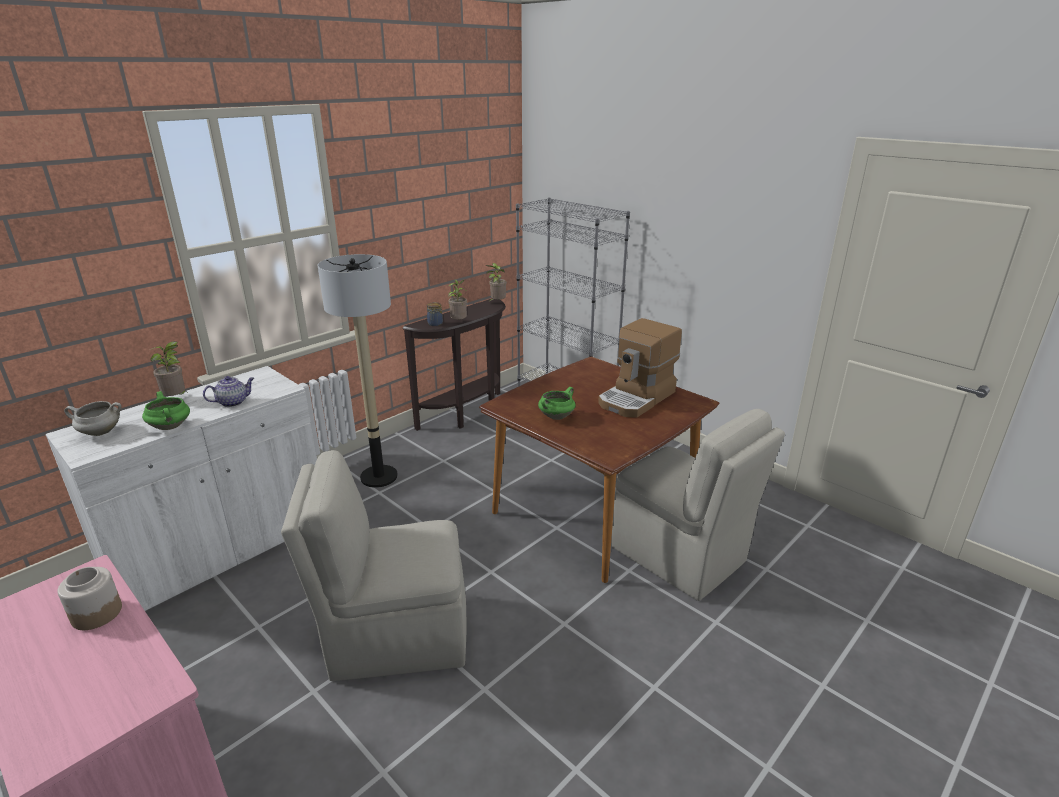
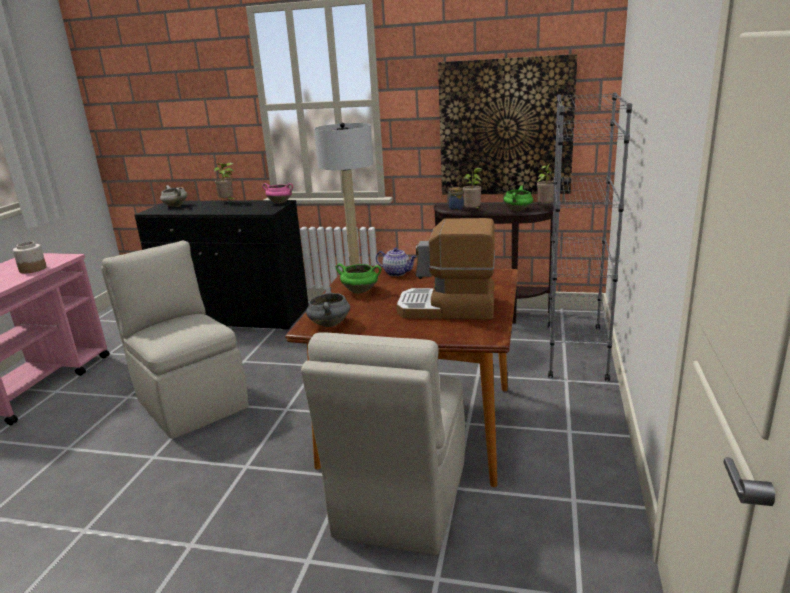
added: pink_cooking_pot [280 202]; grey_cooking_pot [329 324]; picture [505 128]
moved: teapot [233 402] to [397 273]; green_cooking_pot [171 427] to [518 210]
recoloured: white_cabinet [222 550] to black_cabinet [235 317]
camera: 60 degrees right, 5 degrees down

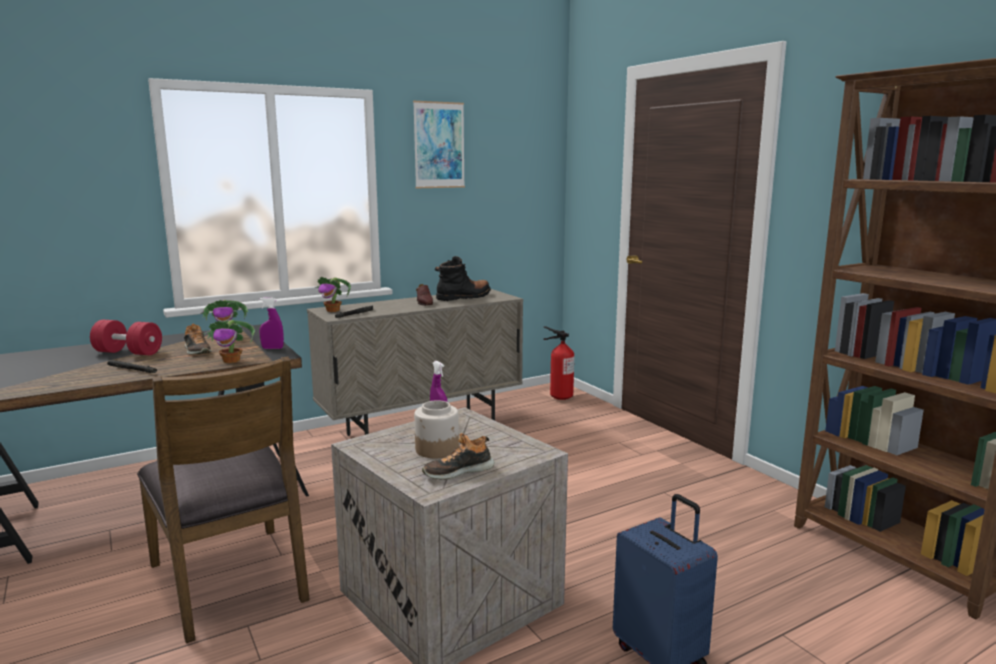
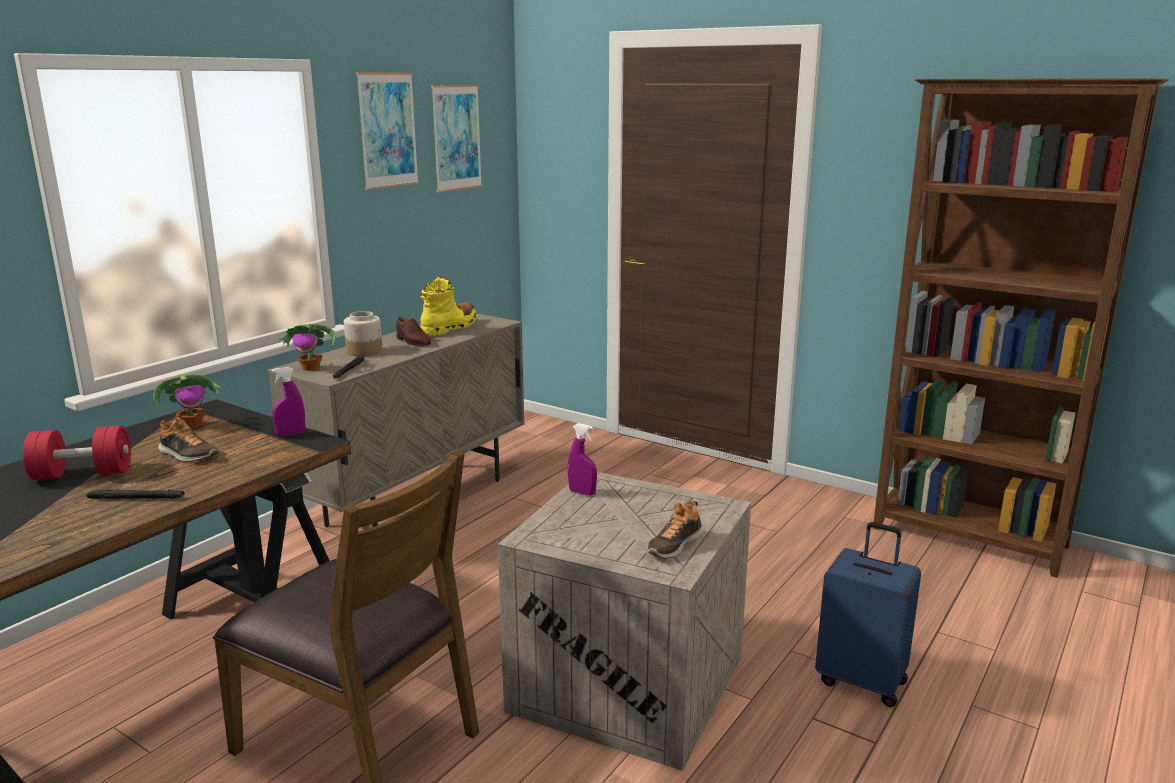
removed: potted_plant [232 361]; fire_extinguisher [560 397]
added: picture [456 138]
moved: jar [437 449] to [365 351]
recoloured: black_boot [464 297] to yellow_boot [450 327]
camera: 25 degrees left, 5 degrees up

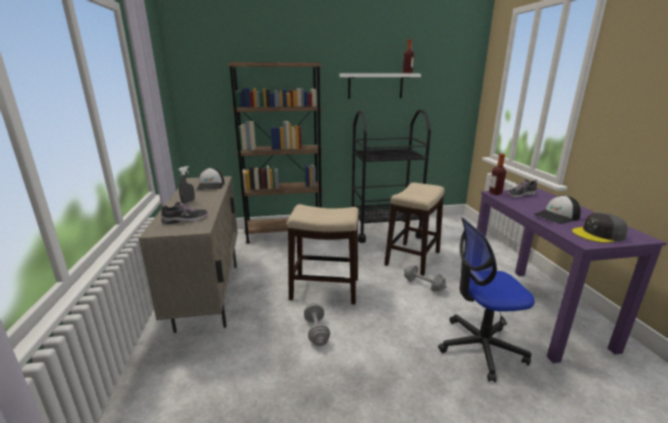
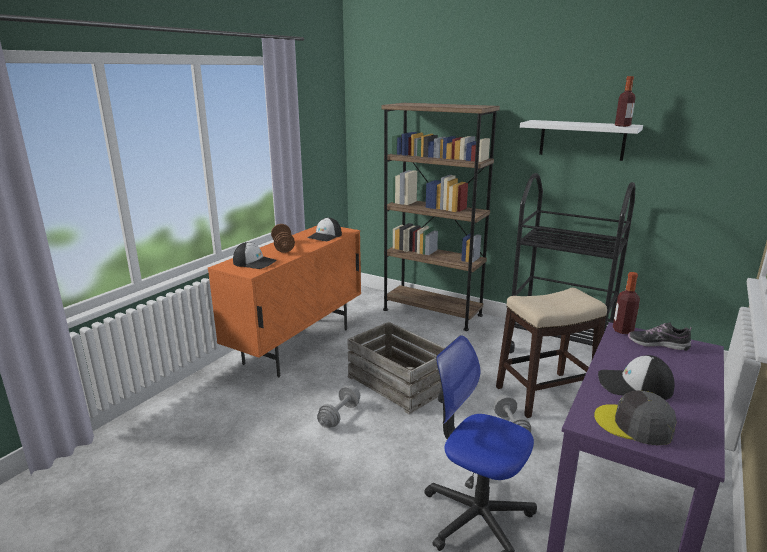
replaced: shoe [185 220] to cap [255 262]; grey_spray_bottle [188 201] to brown_dumbbell [283 247]; stool [325 289] to crate [398 383]
recoloured: beige_cabinet [209 295] to orange_cabinet [298 346]
camera: 40 degrees right, 0 degrees up

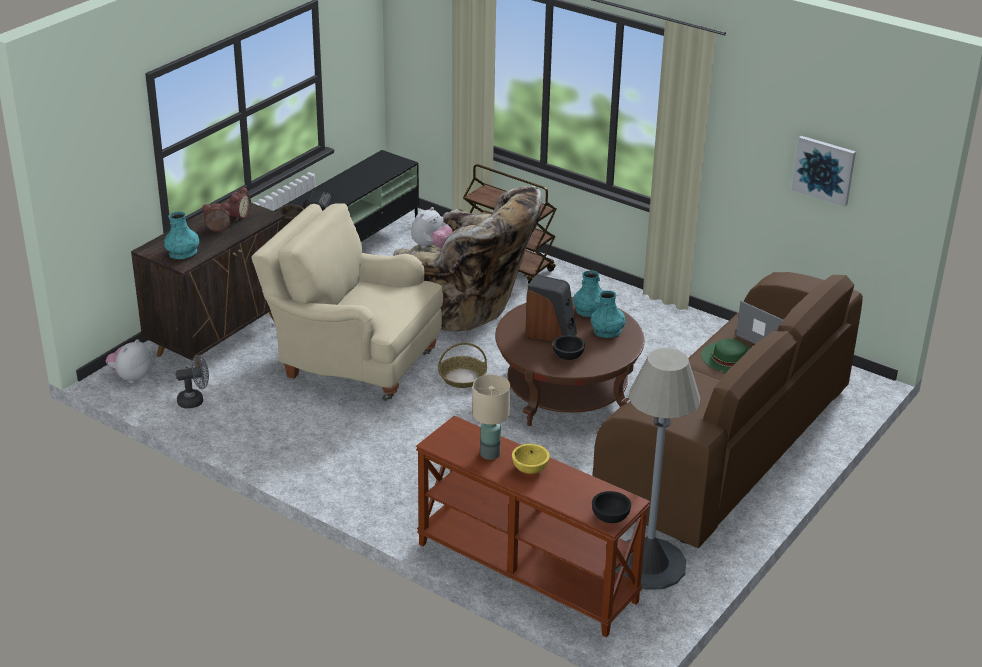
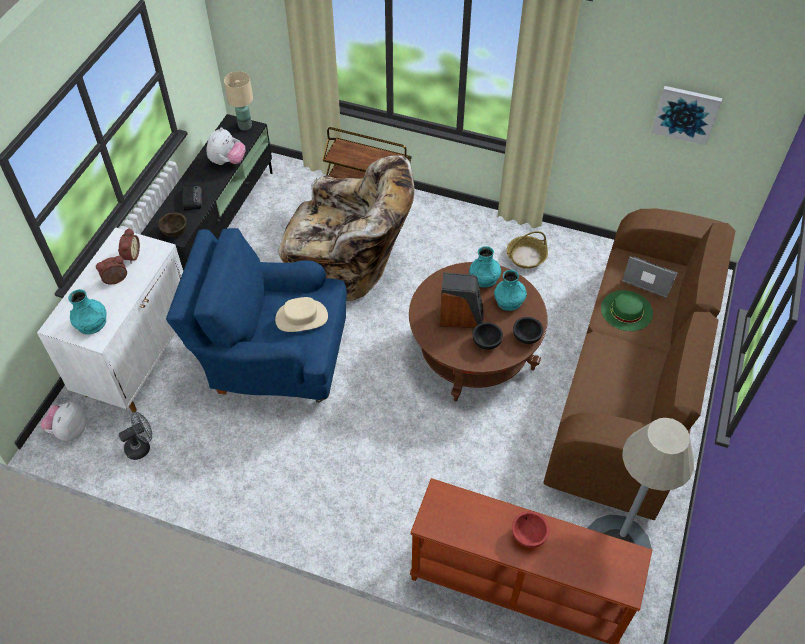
added: beige_hat [301 318]
moved: plush_toy [431 246] to [227 161]; beige_table_lamp [490 454] to [245 126]; basket [462 377] to [526 256]; black_bowl [610 517] to [526 337]
recoloured: brown_cabinet [220 338] to white_cabinet [138 359]; beige_armchair [354 363] to blue_armchair [274 361]; yellow_bowl [530 468] to red_bowl [528 535]
camera: 15 degrees left, 20 degrees up

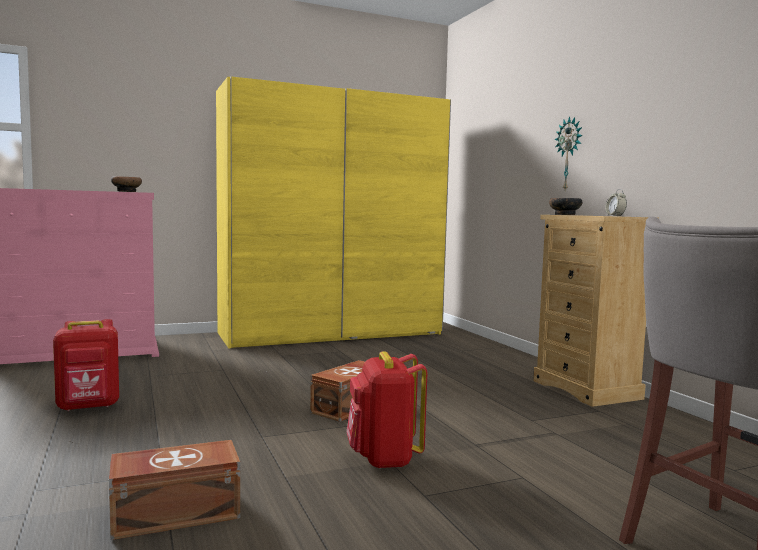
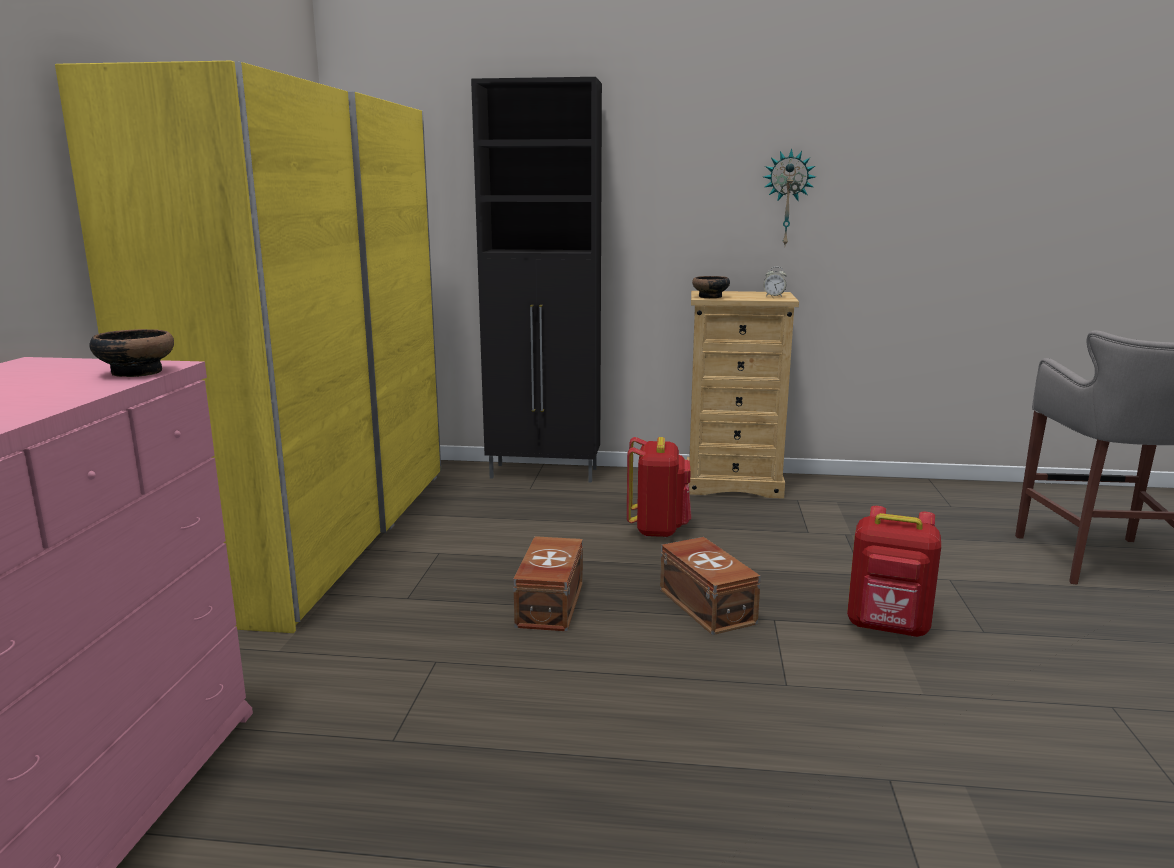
added: black_cabinet [545 473]
moved: brown_storage_box [174 513] to [548 605]; red_backpack [89 406] to [658 529]; wall_clock [569 154] to [787 198]
camera: 60 degrees left, 10 degrees up

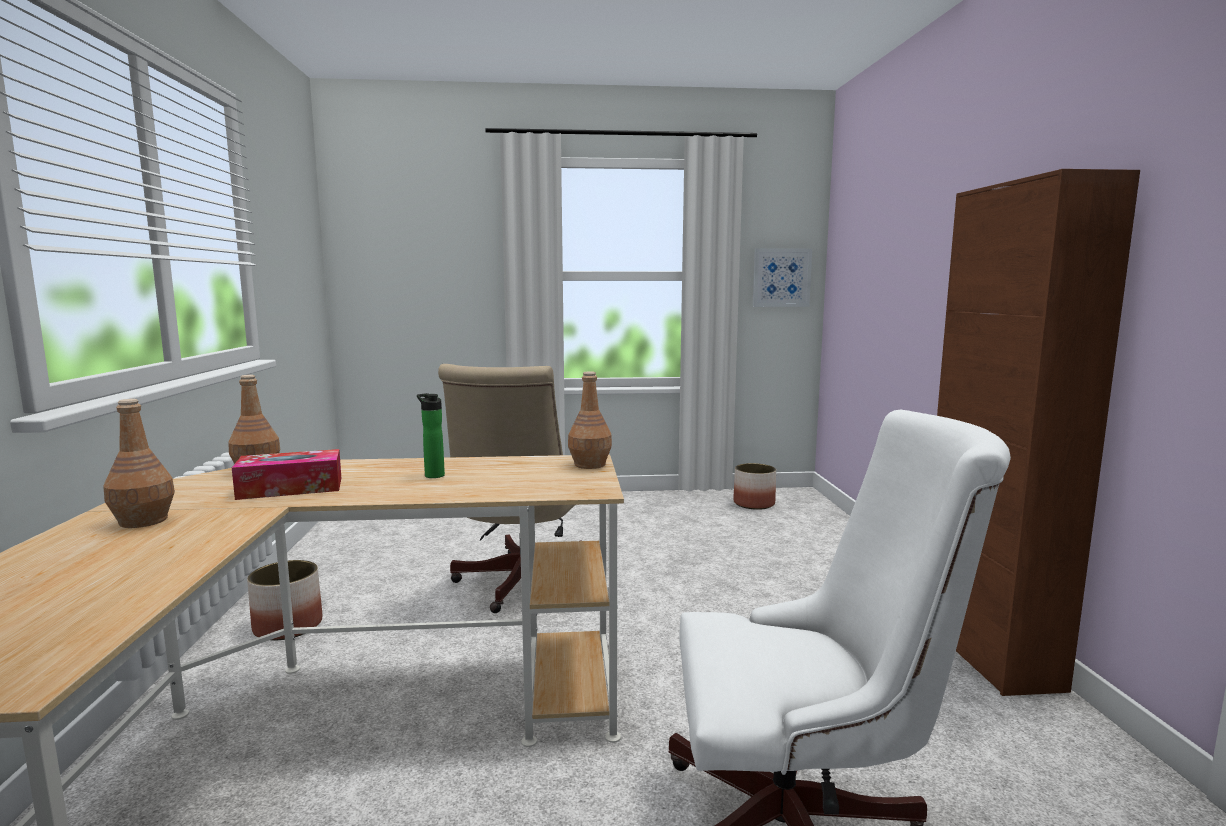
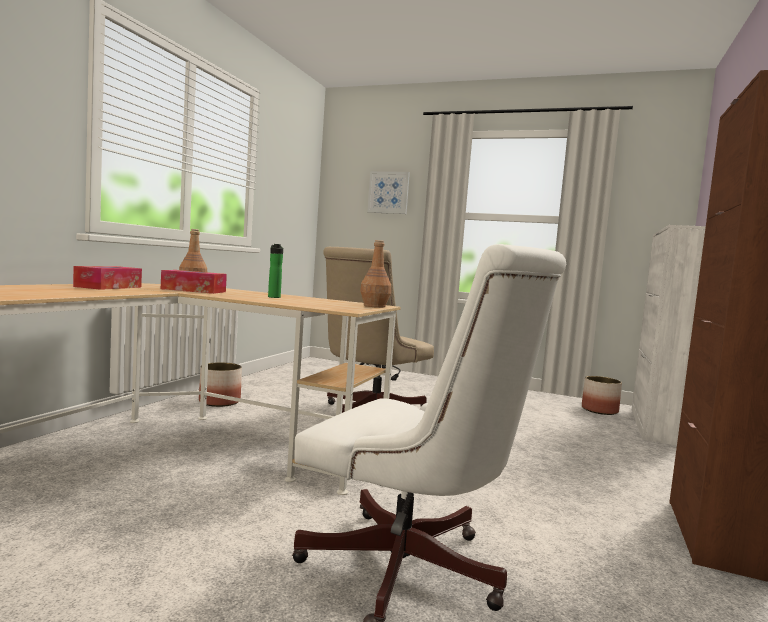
added: white_cabinet [655 426]
moved: picture [781 277] to [388 192]
replaced: brown_bottle [144 521] to tissue_box [108 287]
camera: 25 degrees right, 5 degrees down

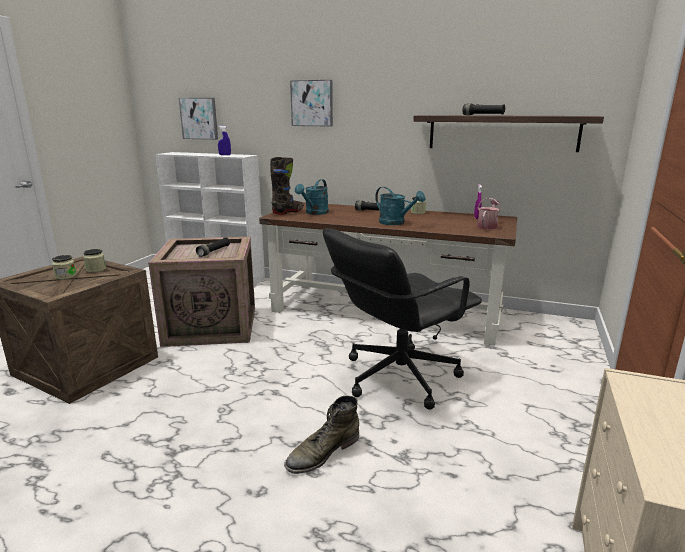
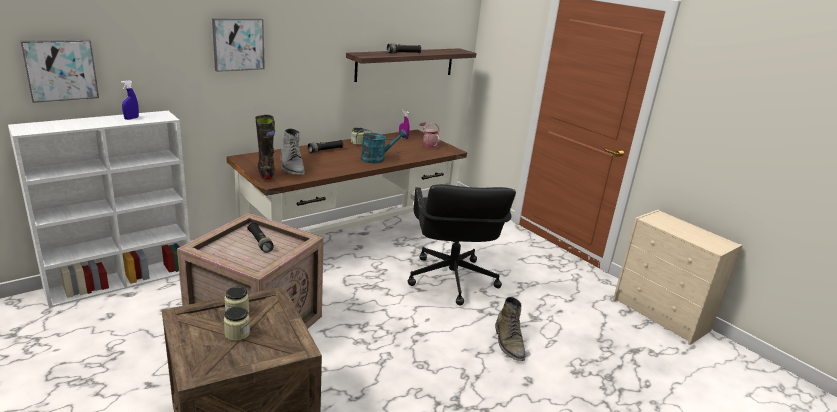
replaced: turquoise_watering_can [314 213] to grey_boot [291 167]
camera: 60 degrees left, 5 degrees up

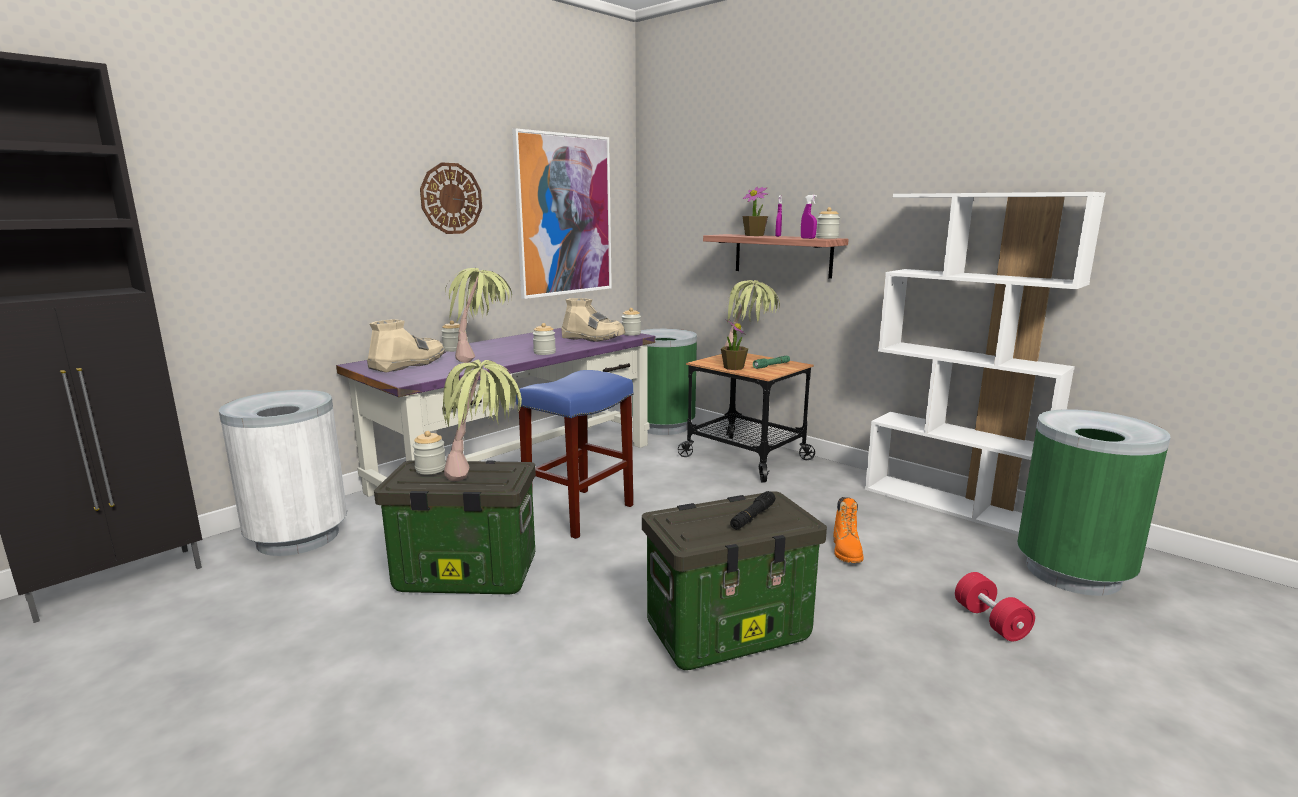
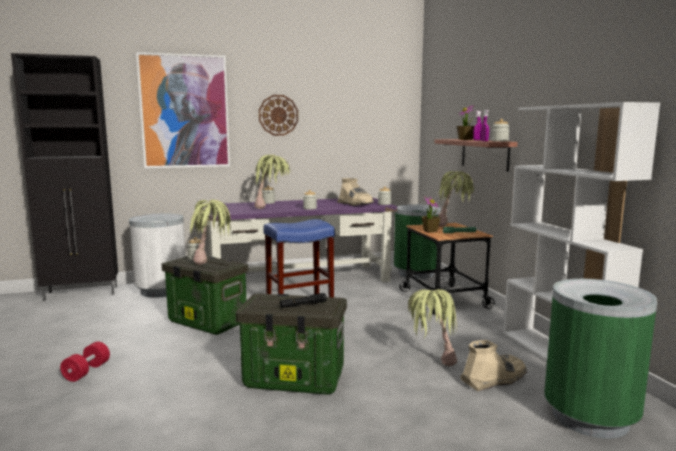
moved: red_dumbbell [990 621] to [87 371]; picture [564 215] to [185 111]; beige_boot [407 364] to [493 379]
replaced: orange_boot [846 551] to potted_plant [430 362]
camera: 30 degrees right, 5 degrees down

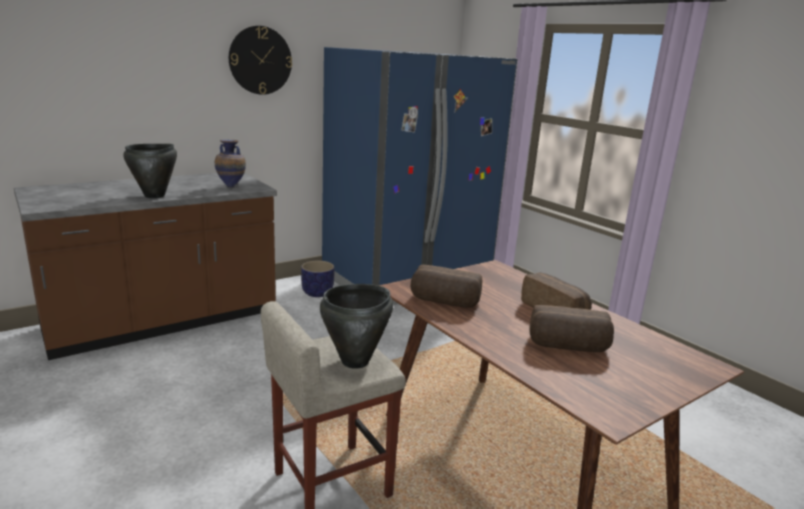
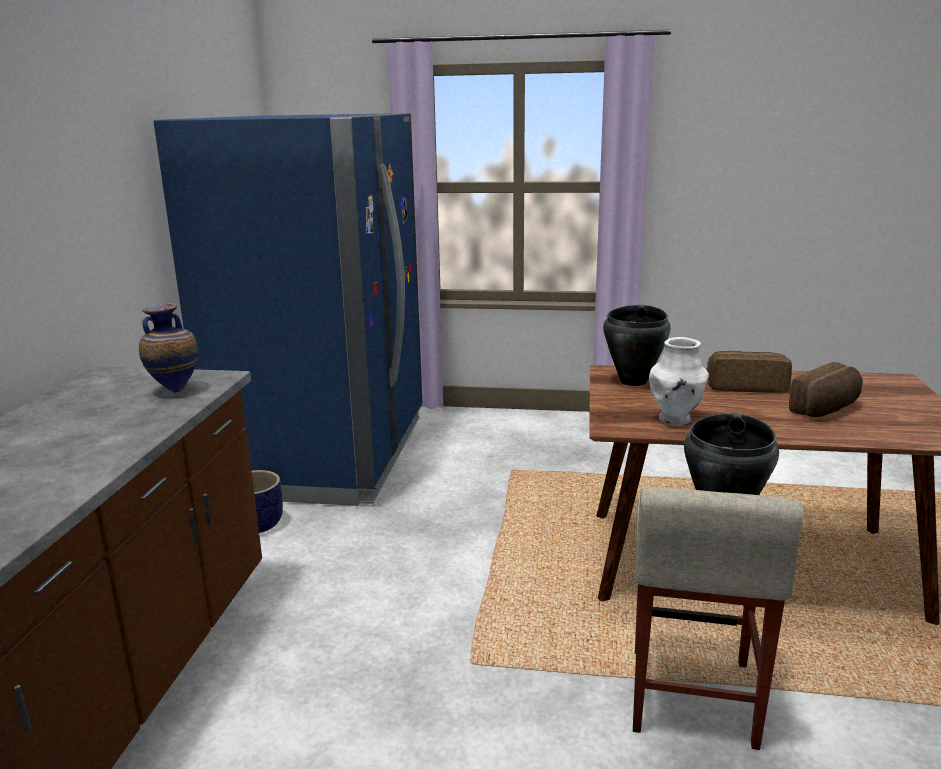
removed: wall_clock [260 60]
moved: black_cooking_pot [155 196] to [634 381]
replaced: bread [444 302] to white_vase [675 420]
camera: 45 degrees left, 0 degrees up

